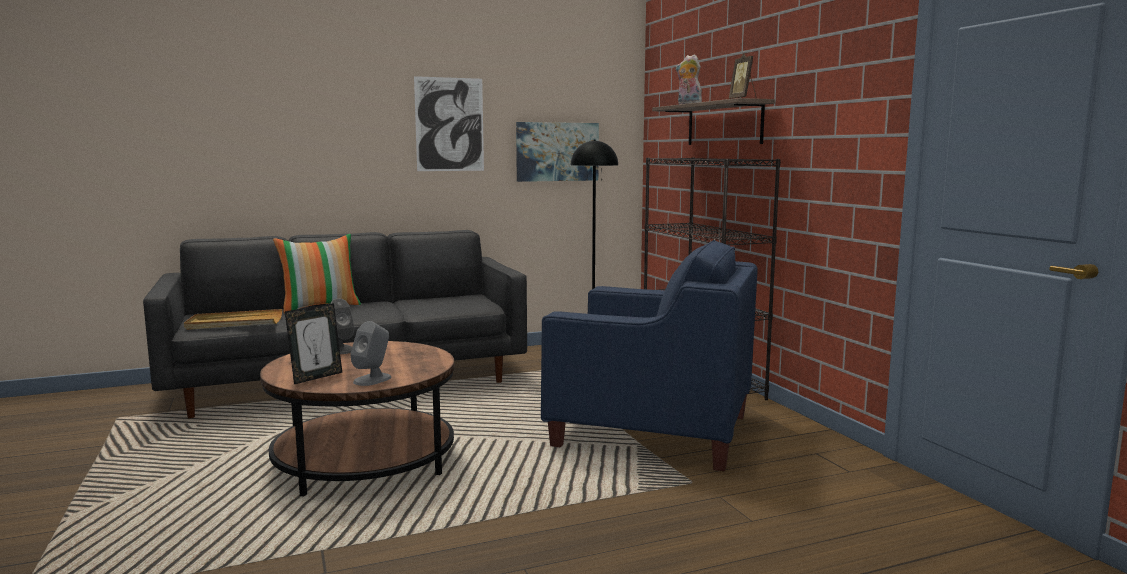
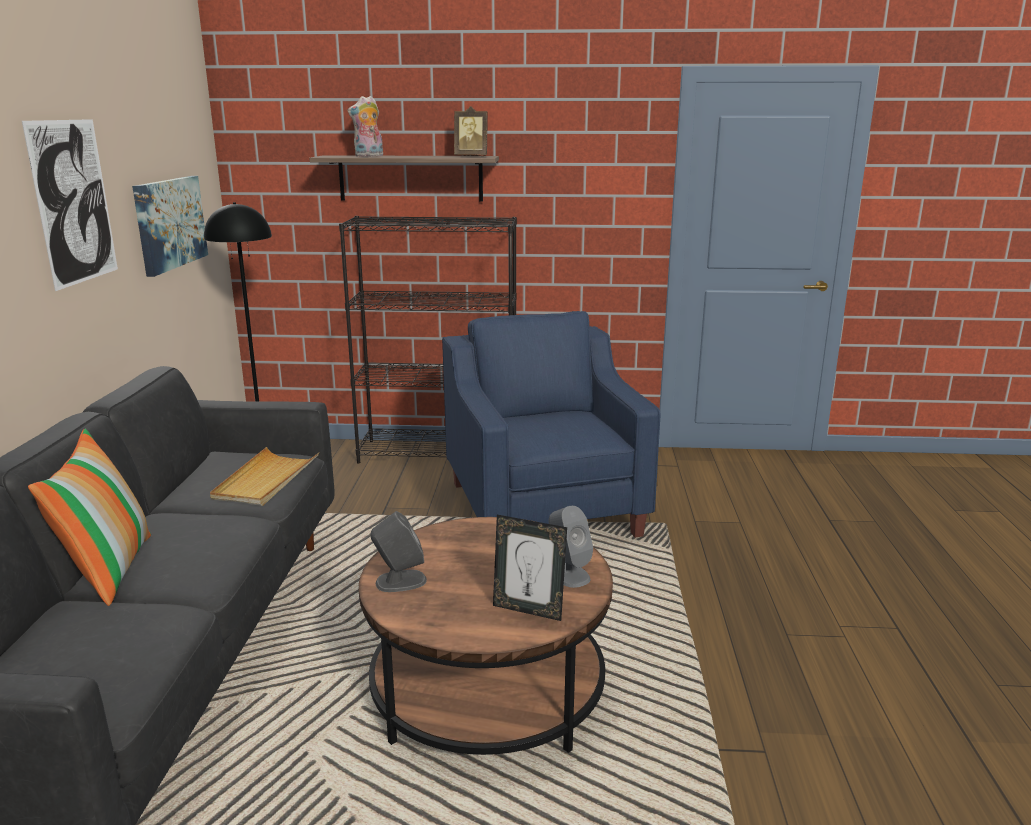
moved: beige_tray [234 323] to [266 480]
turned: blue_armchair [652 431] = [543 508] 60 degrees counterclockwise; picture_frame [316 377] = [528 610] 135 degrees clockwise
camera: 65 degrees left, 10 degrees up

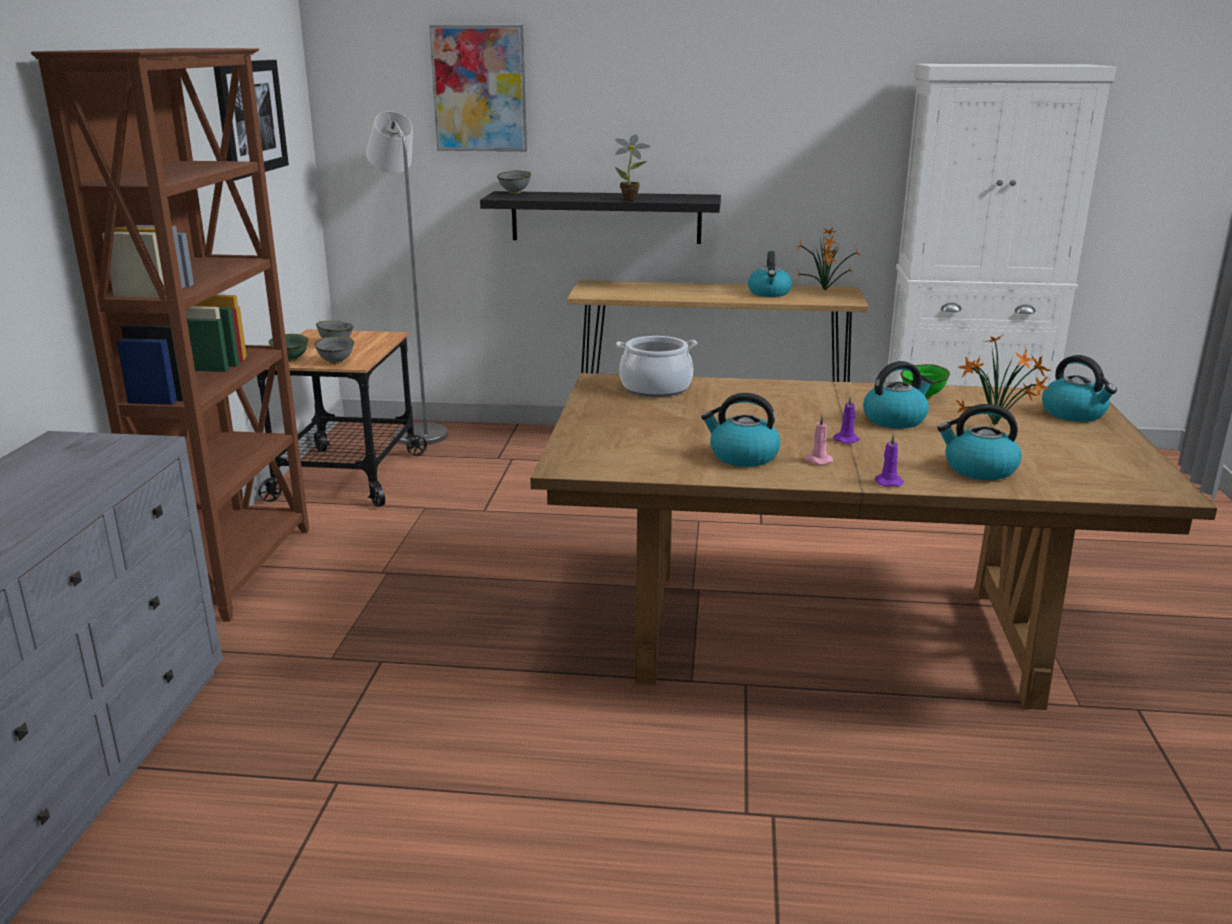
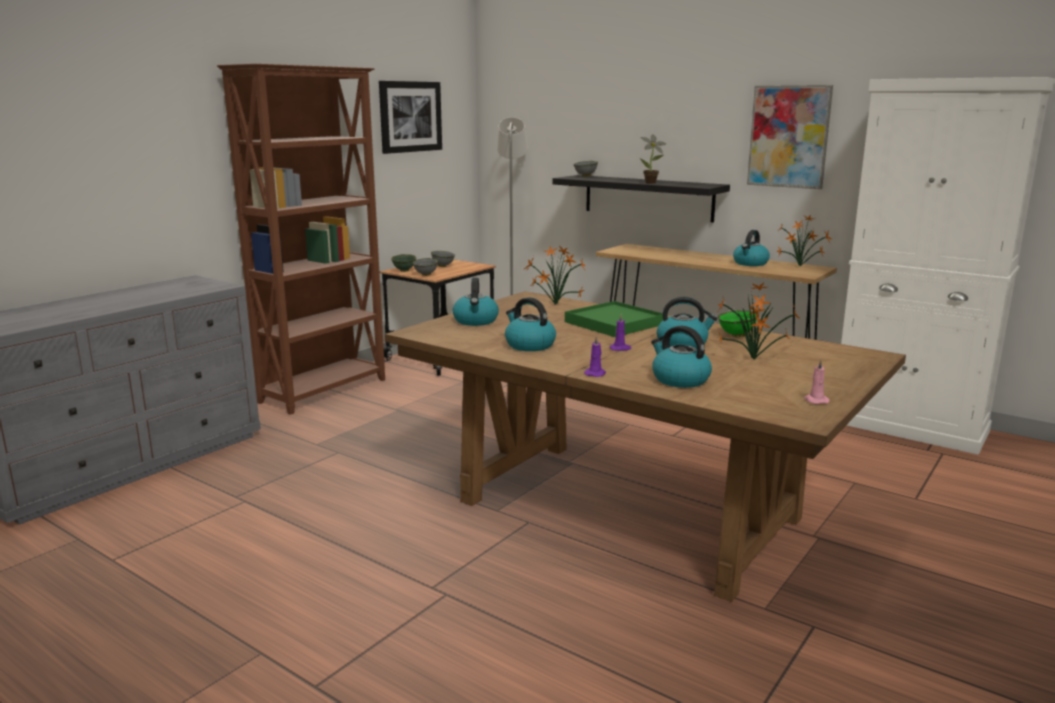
added: green_tray [614 323]
moved: kettle [1074 414] to [476 321]; picture [479 89] to [788 136]; pink_candle [817 460] to [815 400]
replaced: cooking_pot [656 388] to potted_plant [554 304]
camera: 30 degrees right, 5 degrees down

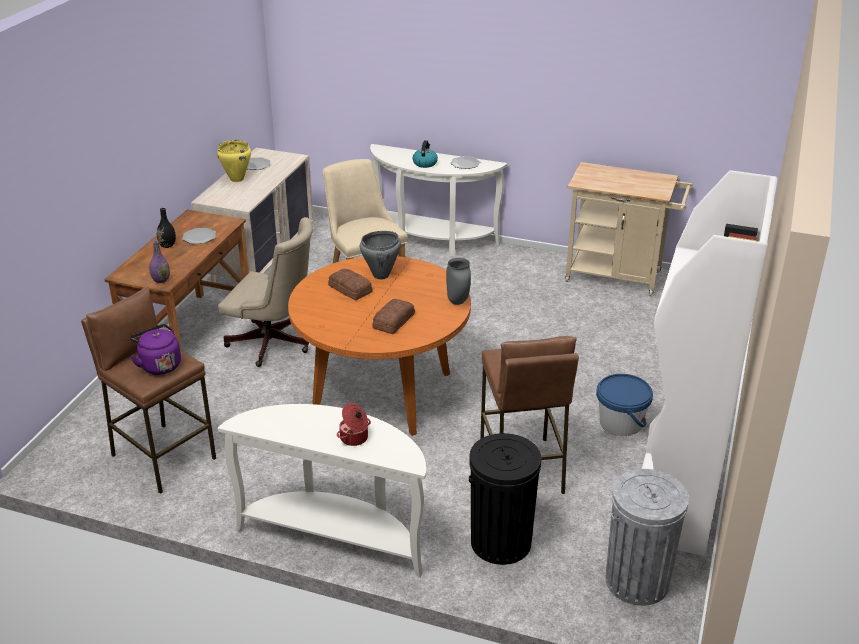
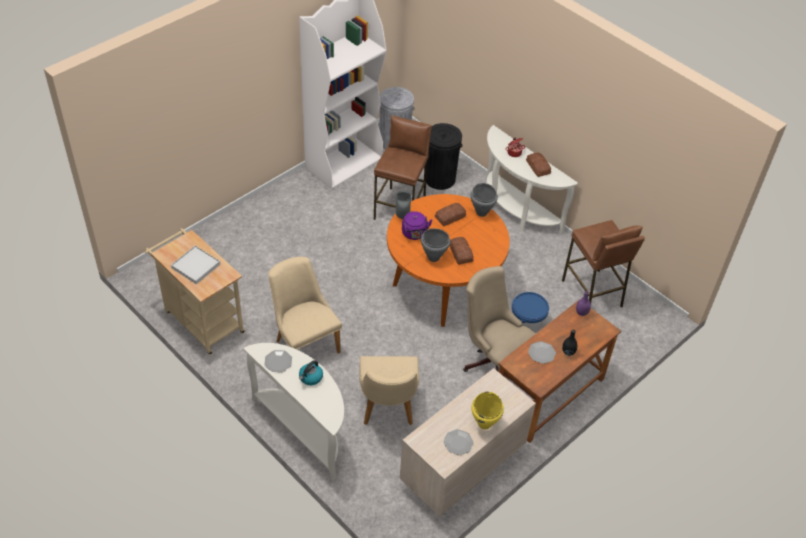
added: white_tray [195 266]; beige_chair [304 343]; grey_cooking_pot [481 212]; bread [537 167]
moved: purple_kettle [159 365] to [414 234]; blue_bucket [620 423] to [526 323]
camera: 155 degrees left, 15 degrees up

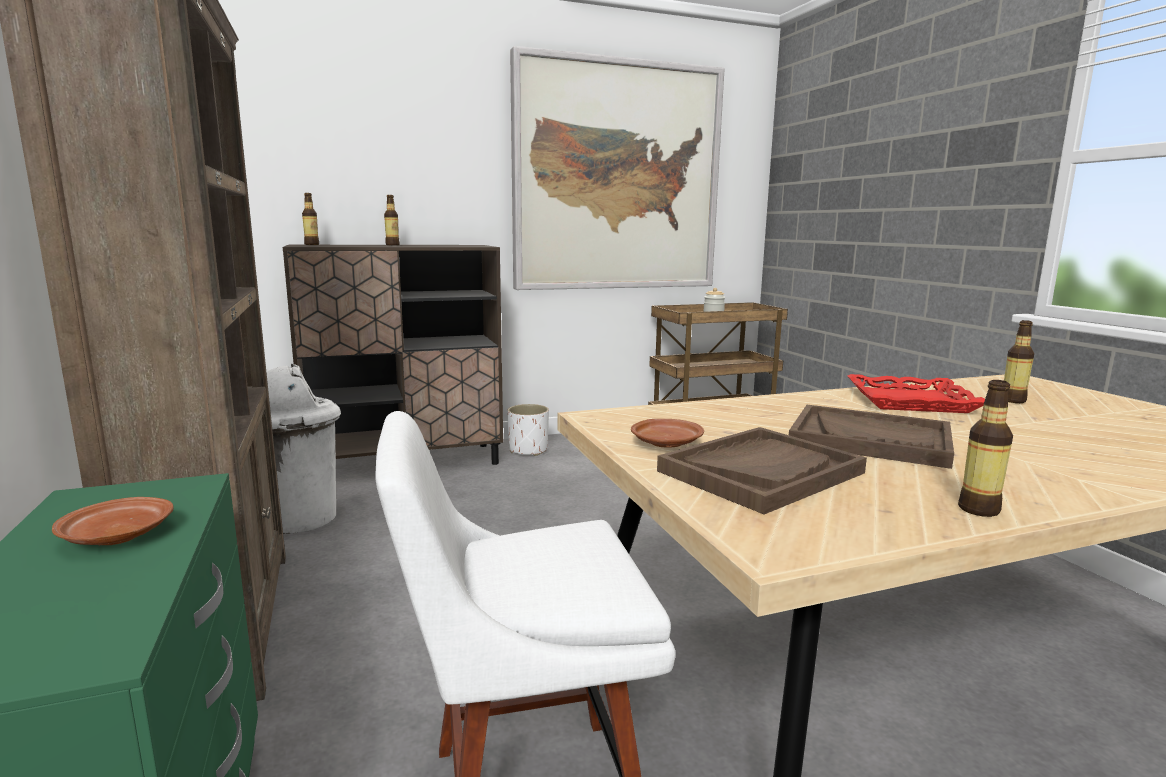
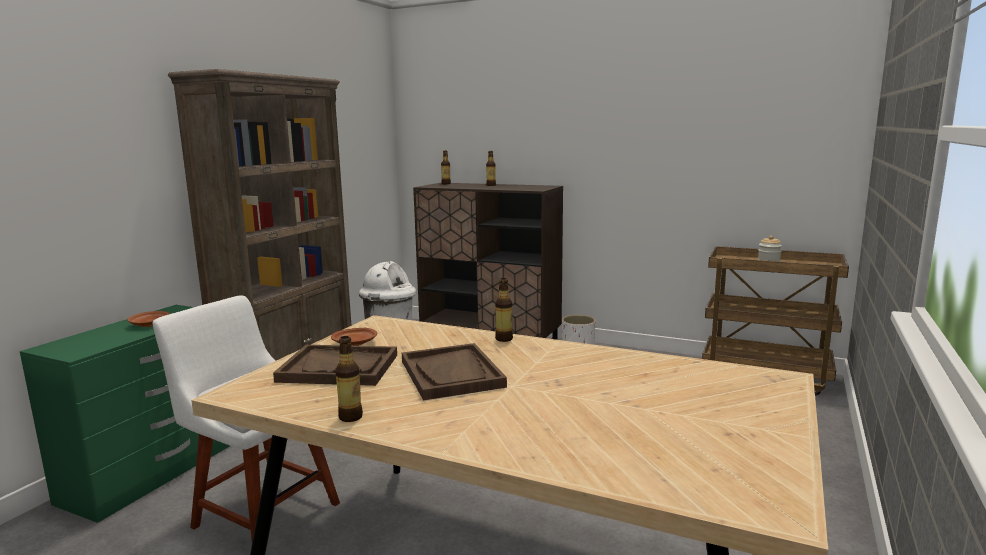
removed: picture [617 177]; red_tray [910 401]
moved: bottle [1012 400] to [504 339]
camera: 45 degrees right, 0 degrees up

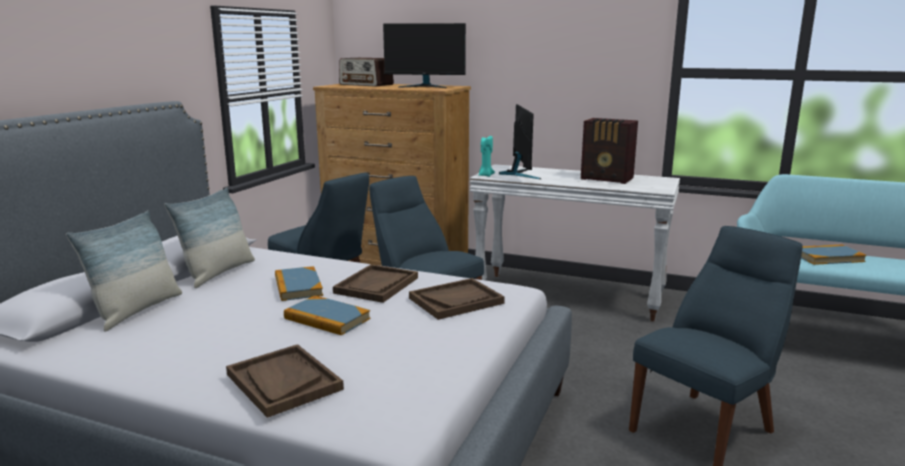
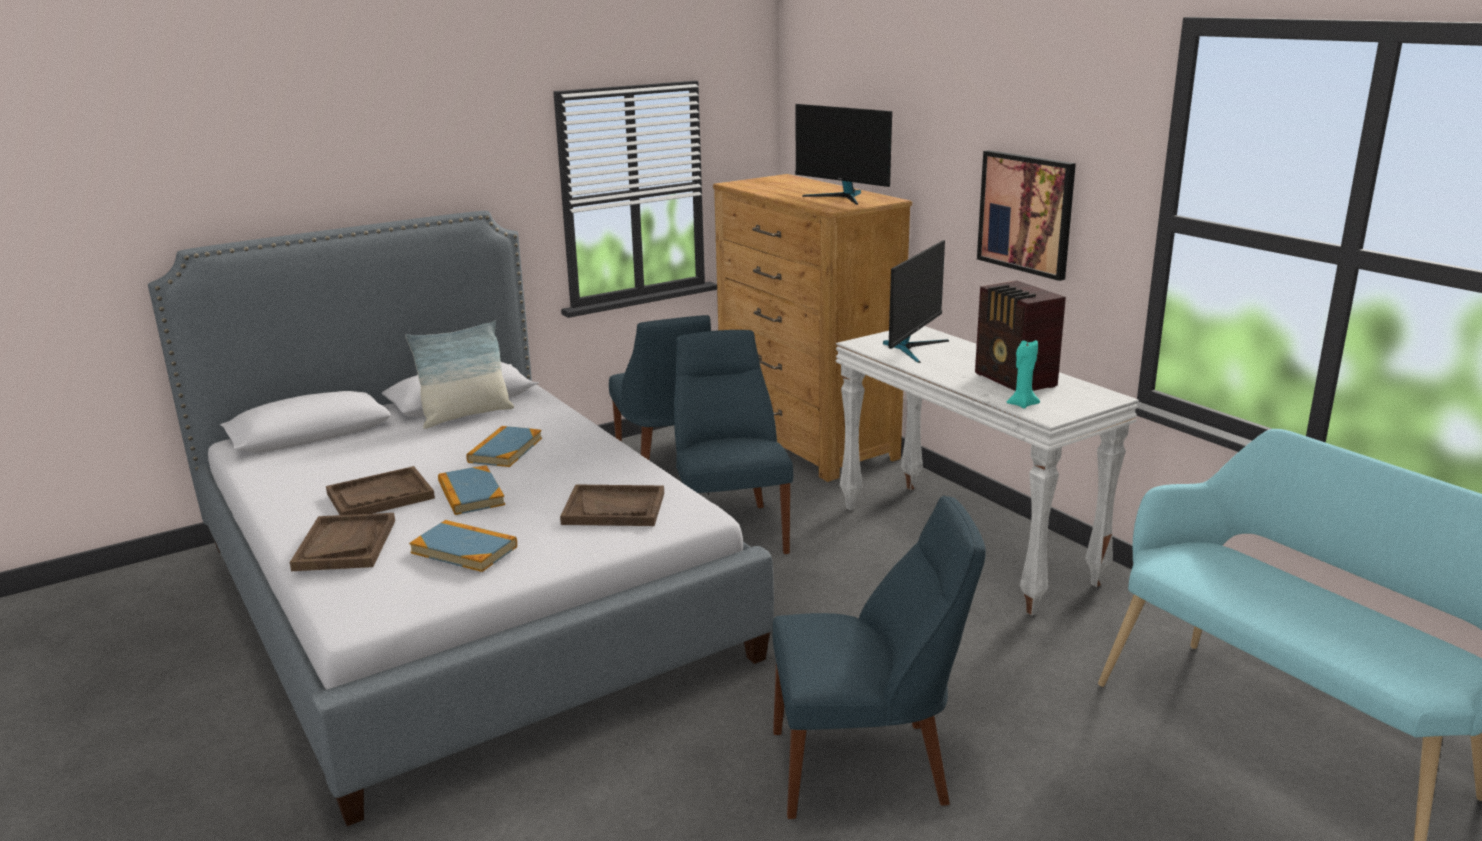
removed: pillow [137 310]; radio [366 84]
added: picture [1026 213]
moved: brown_tray [376 285] to [380 496]; book [827 257] to [464 550]; turquoise_candle [485 175] to [1022 404]
camera: 35 degrees right, 5 degrees up

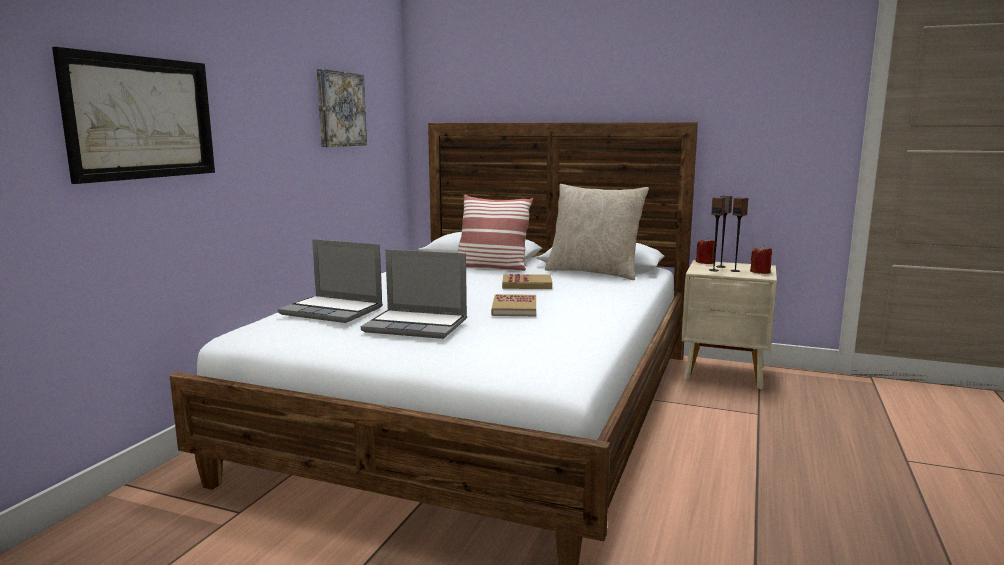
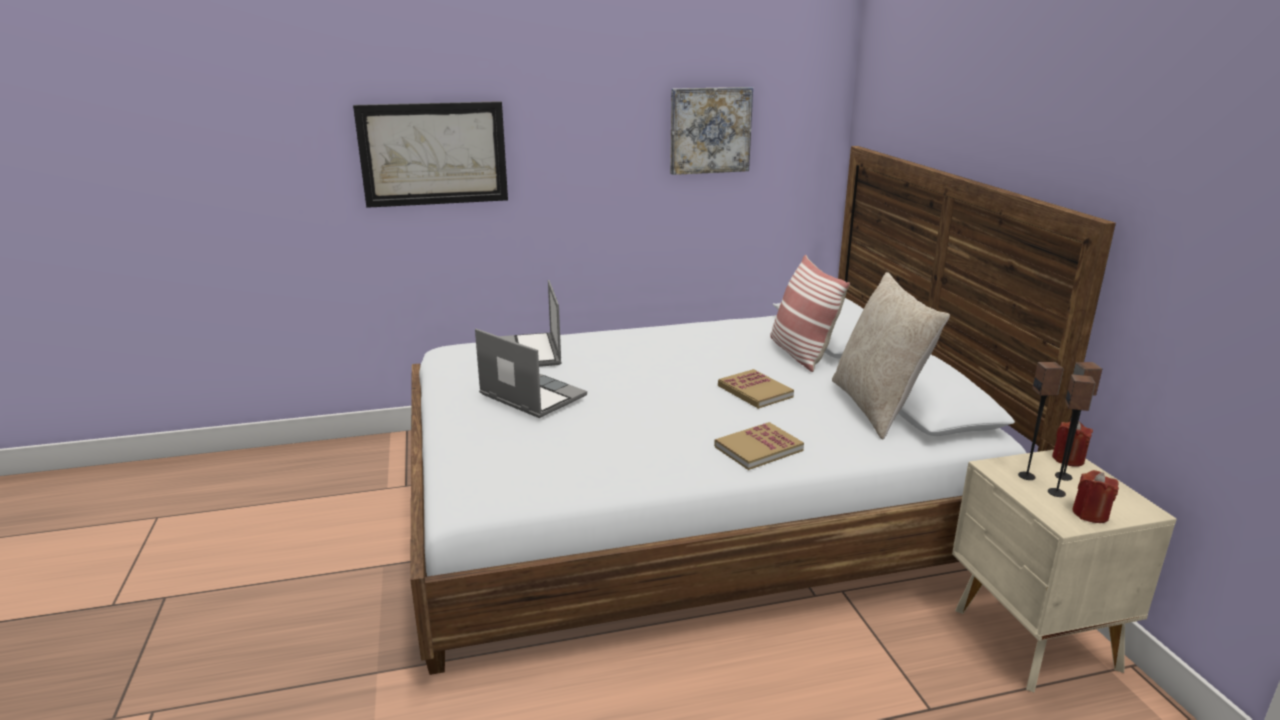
moved: book [514 308] to [758 448]
turned: laptop [417 326] = [530 396] 150 degrees clockwise
camera: 55 degrees right, 10 degrees up

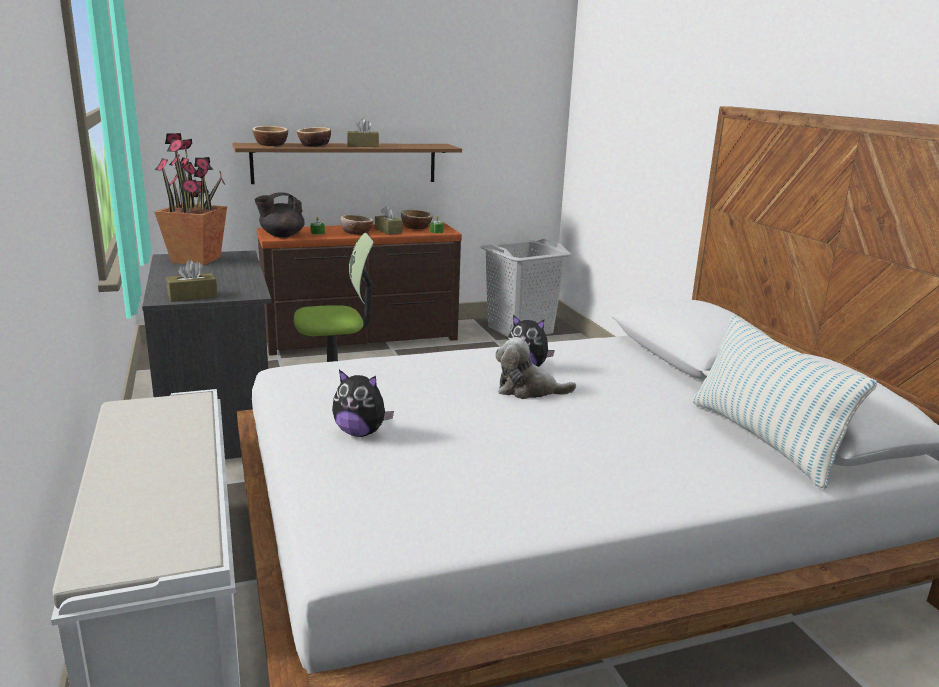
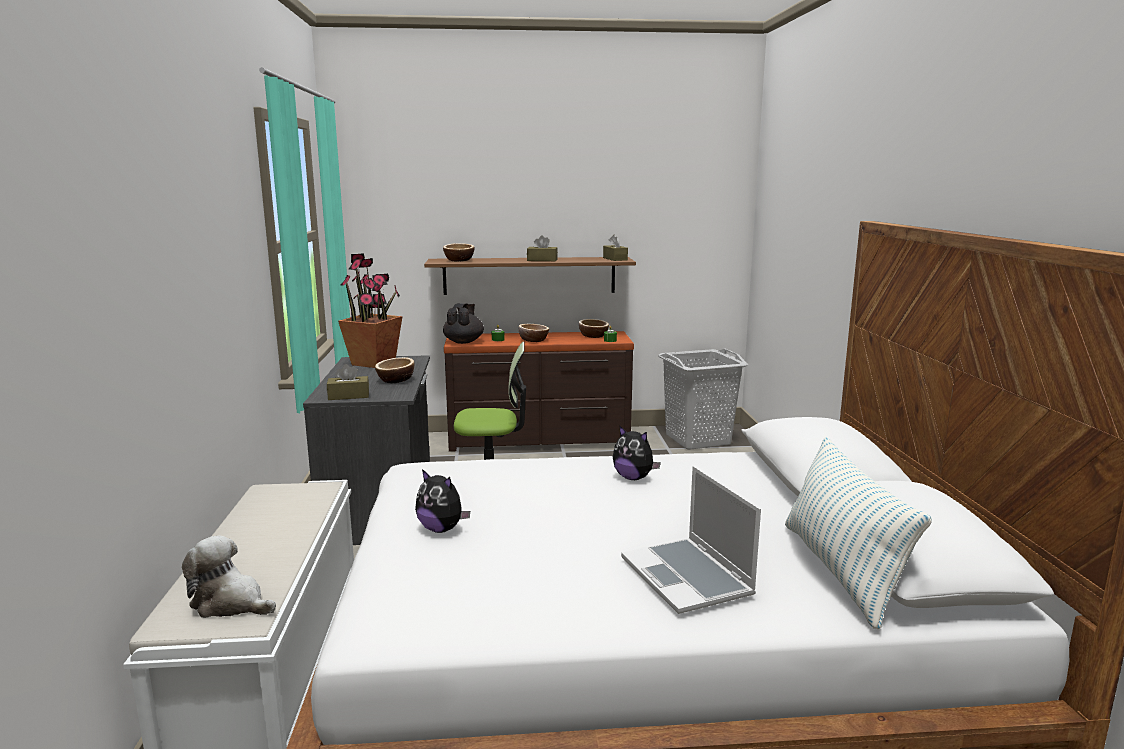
added: laptop [688 578]
moved: plush_toy [528 390] to [230 603]; bowl [314 145] to [396 380]; brown_tissue_box [388 231] to [615 259]
turned: black_teapot [281 236] = [464 342] 120 degrees clockwise
camera: 15 degrees right, 5 degrees down

